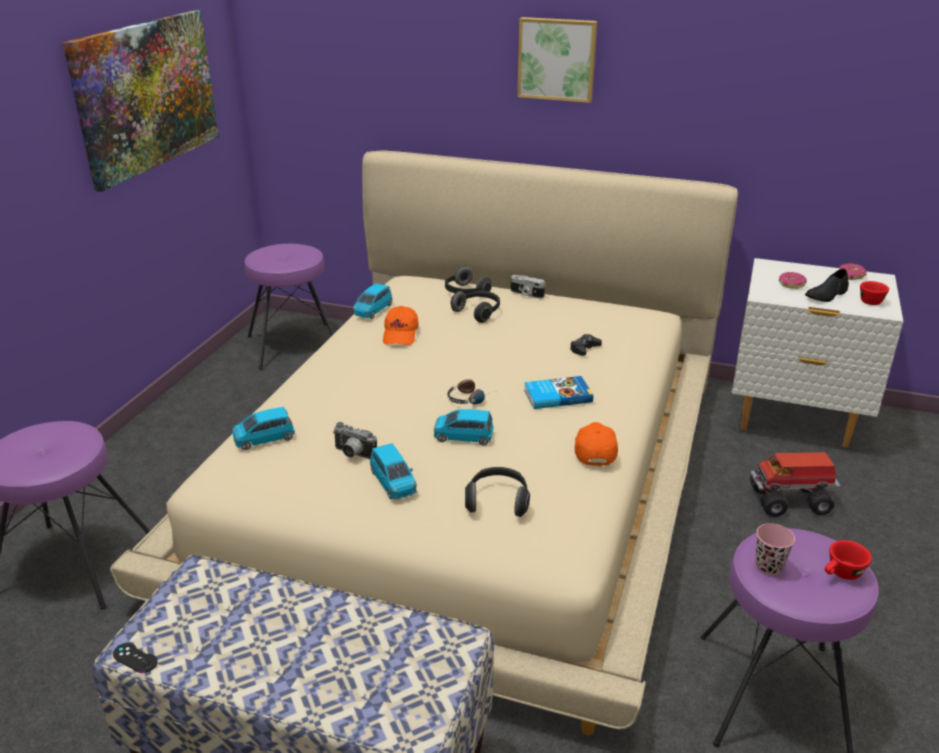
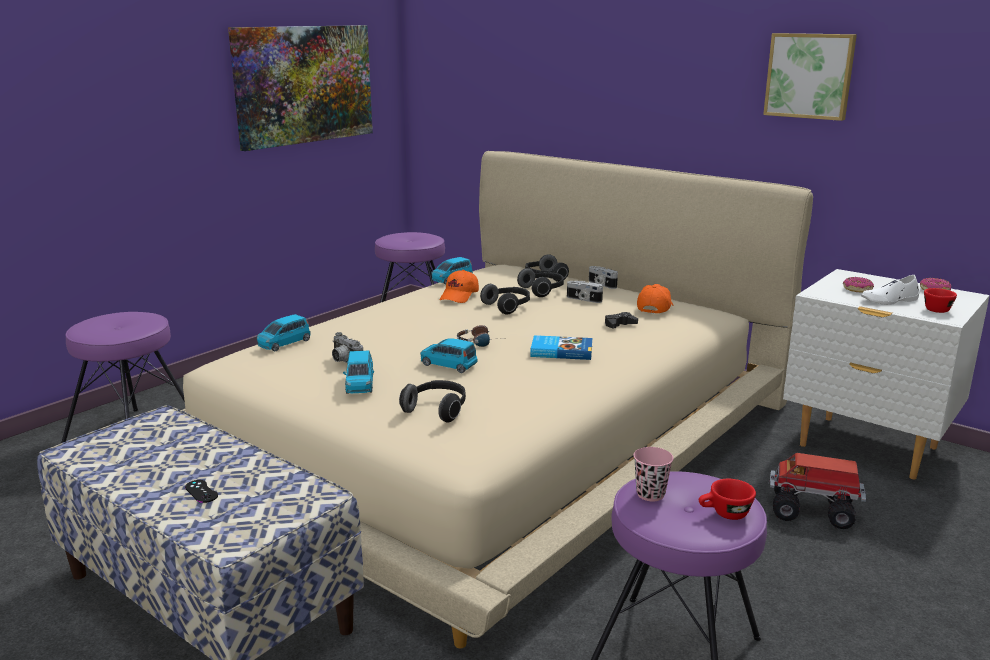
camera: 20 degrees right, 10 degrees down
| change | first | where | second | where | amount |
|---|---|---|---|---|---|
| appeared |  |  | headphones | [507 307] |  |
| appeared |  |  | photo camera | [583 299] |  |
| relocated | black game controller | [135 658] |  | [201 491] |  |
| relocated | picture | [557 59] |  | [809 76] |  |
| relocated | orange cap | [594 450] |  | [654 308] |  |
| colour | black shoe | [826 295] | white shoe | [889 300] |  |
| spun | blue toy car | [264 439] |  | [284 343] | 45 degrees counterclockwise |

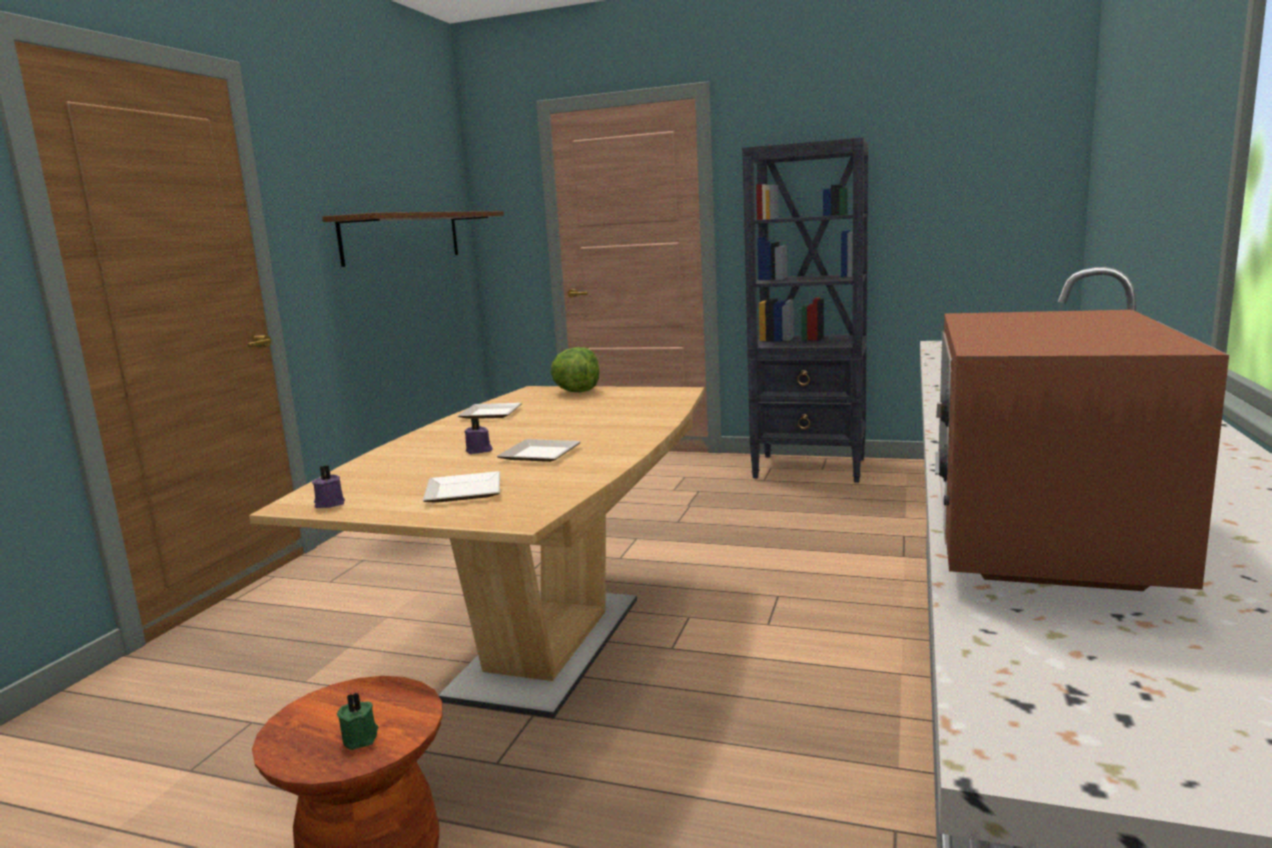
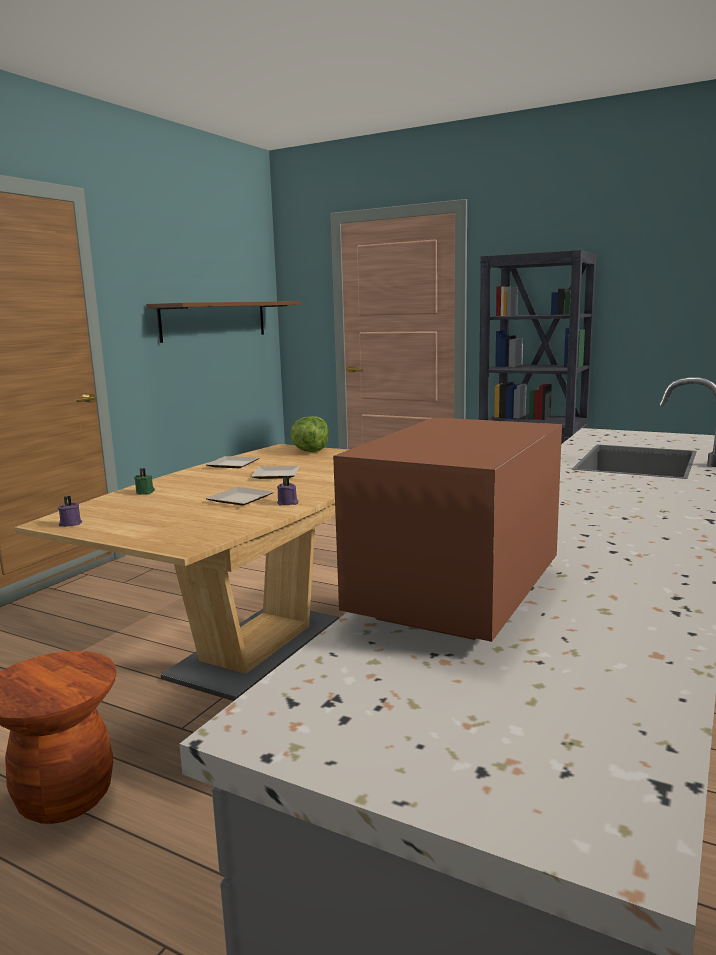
camera: 10 degrees right, 0 degrees up
| change | first | where | second | where | amount |
|---|---|---|---|---|---|
| relocated | green candle | [361 737] |  | [145 492] |  |
| relocated | plate | [461 491] |  | [275 474] |  |
| relocated | purple candle | [479 451] |  | [288 503] |  |

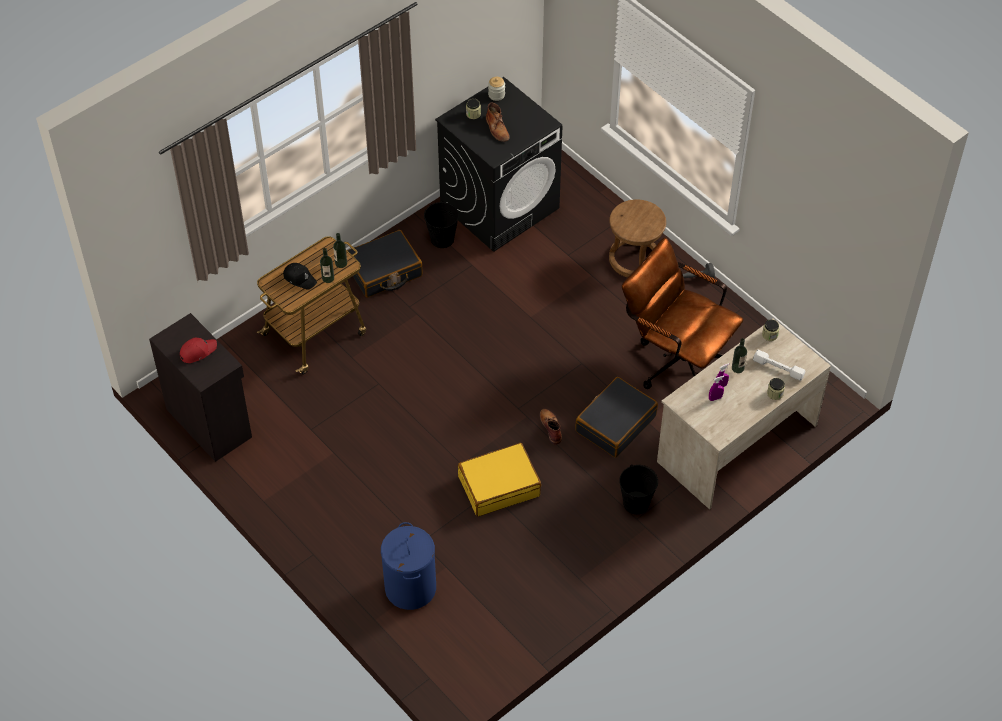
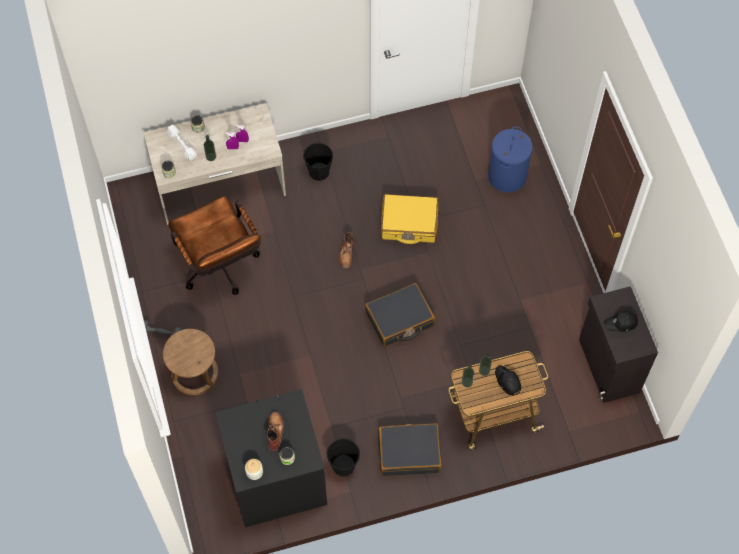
camera: 155 degrees left, 10 degrees up
| change | first | where | second | where | amount |
|---|---|---|---|---|---|
| relocated | black suitcase | [615 423] |  | [399 319] |  |
| colour | red cap | [197 351] | black cap | [621 323] |  |

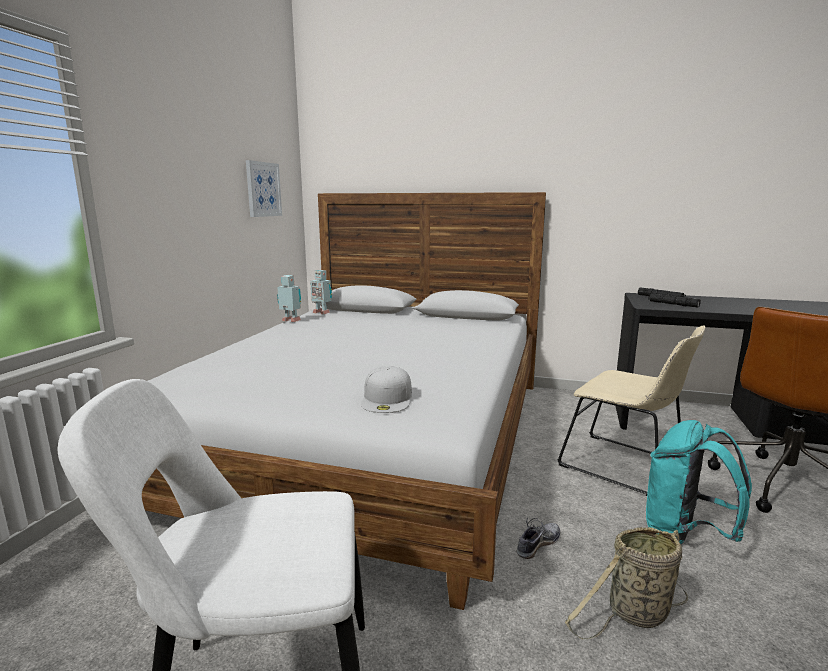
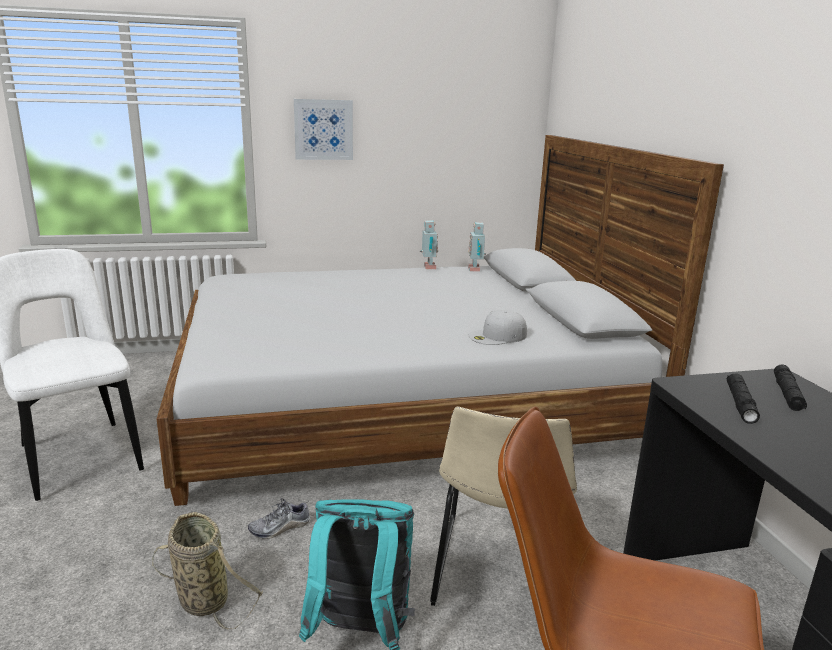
camera: 60 degrees right, 5 degrees up
| change | first | where | second | where | amount |
|---|---|---|---|---|---|
| relocated | picture | [263 189] |  | [323 129] |  |
| relocated | white cap | [387 399] |  | [497 336] |  |
| spun | shoe | [537 544] |  | [280 528] | 135 degrees clockwise |

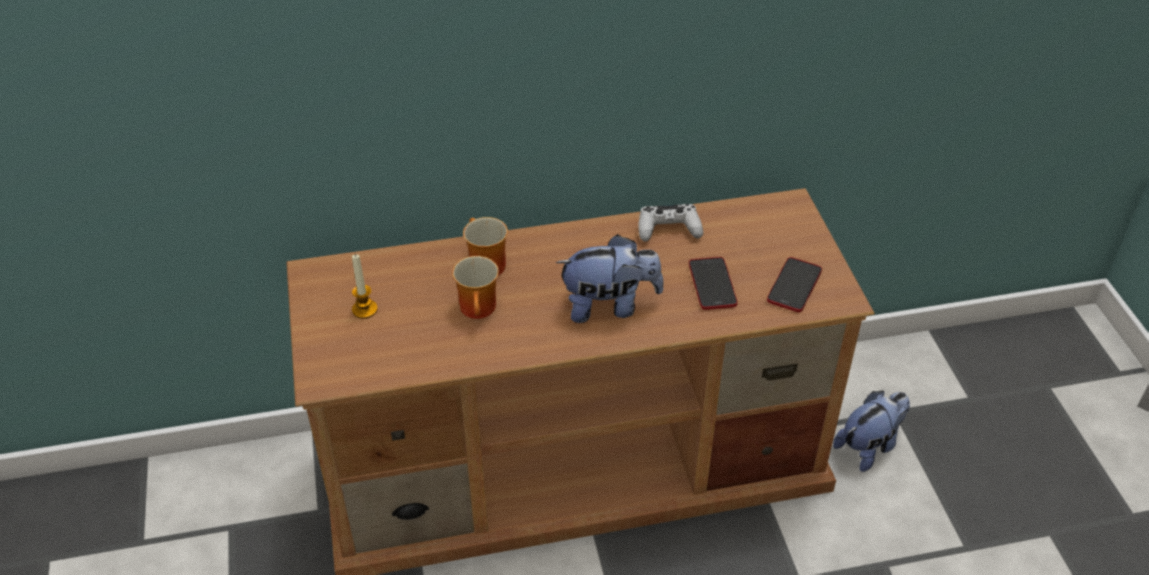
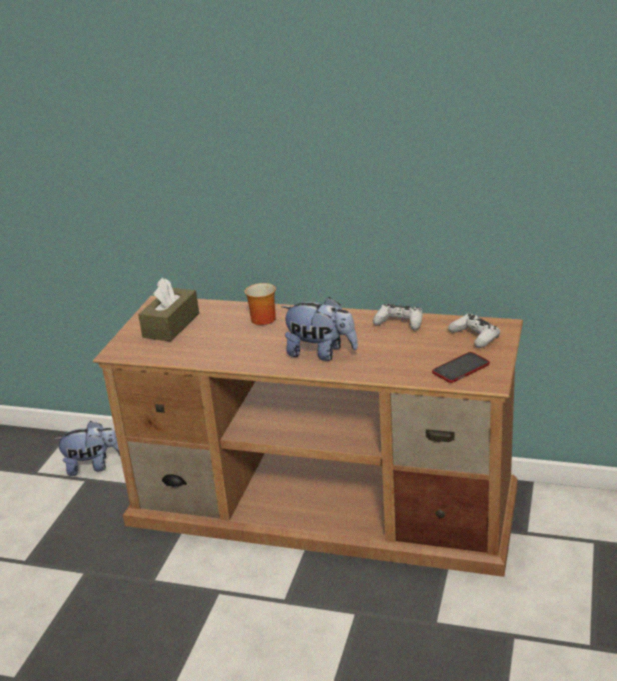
camera: 30 degrees right, 15 degrees down
| change | first | where | second | where | amount |
|---|---|---|---|---|---|
| missing | mug | [481 309] |  |  |  |
| missing | phone | [712 284] |  |  |  |
| appeared |  |  | white game controller | [475 336] |  |
| relocated | plush toy | [869 446] |  | [93 466] |  |
| exchanged | candle | [364 309] | brown tissue box | [171 325] |  |

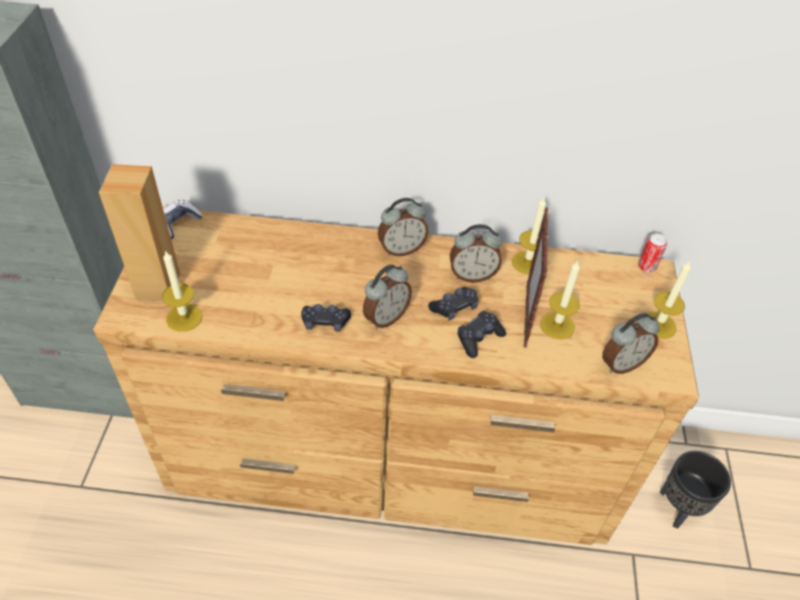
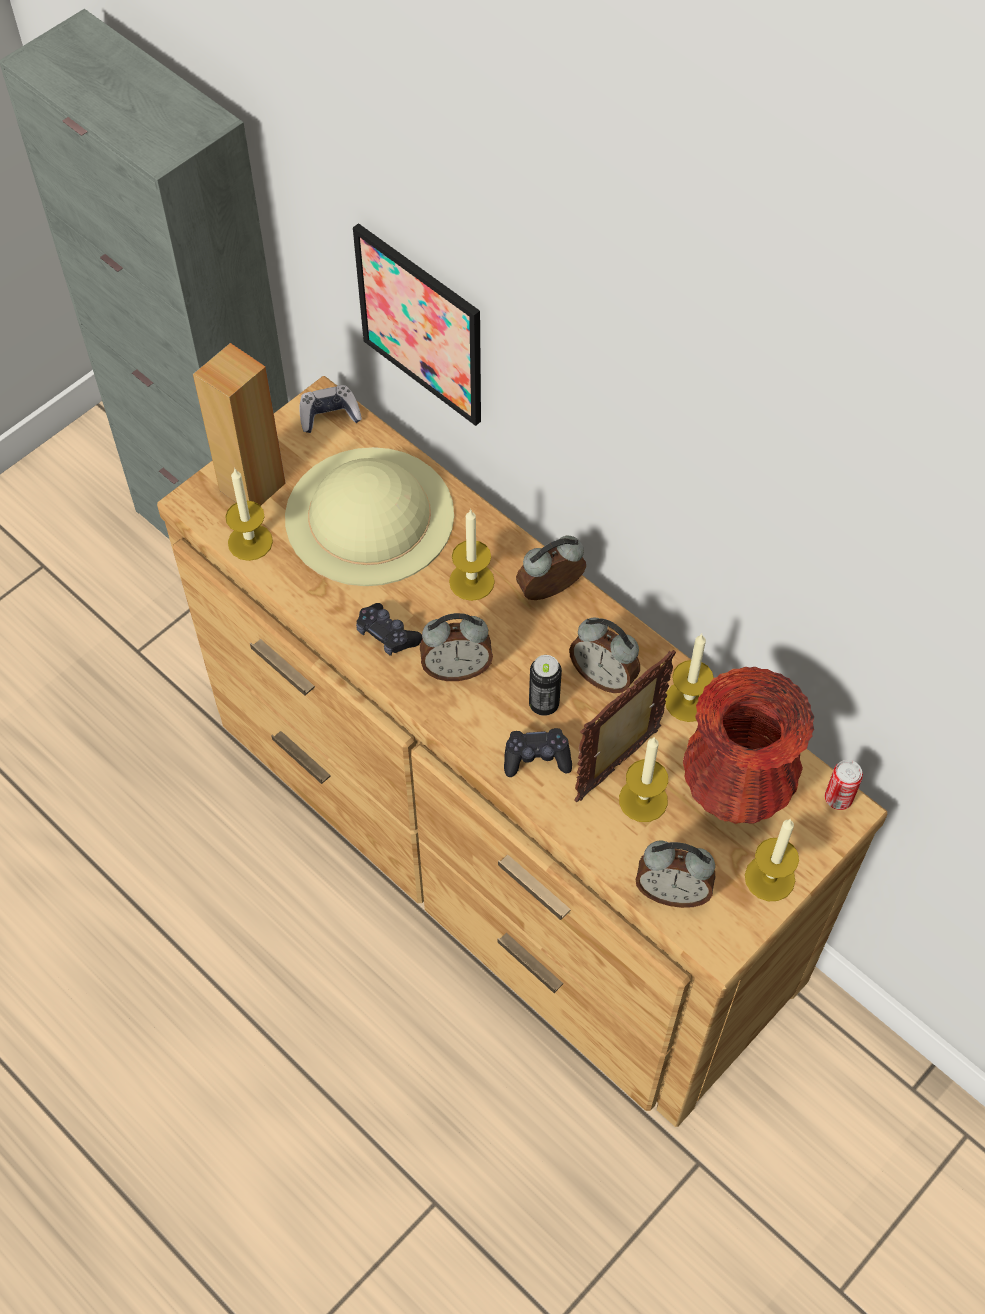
camera: 40 degrees right, 10 degrees up
| change | first | where | second | where | amount |
|---|---|---|---|---|---|
| missing | black planter | [678 508] |  |  |  |
| appeared |  |  | beige hat | [370 515] |  |
| appeared |  |  | picture | [421 324] |  |
| appeared |  |  | candle | [471 581] |  |
| appeared |  |  | red vase | [735 789] |  |
| exchanged | black game controller | [454 308] | can | [544 704] |  |
| spun | alarm clock | [401 249] |  | [551 593] | 135 degrees clockwise |

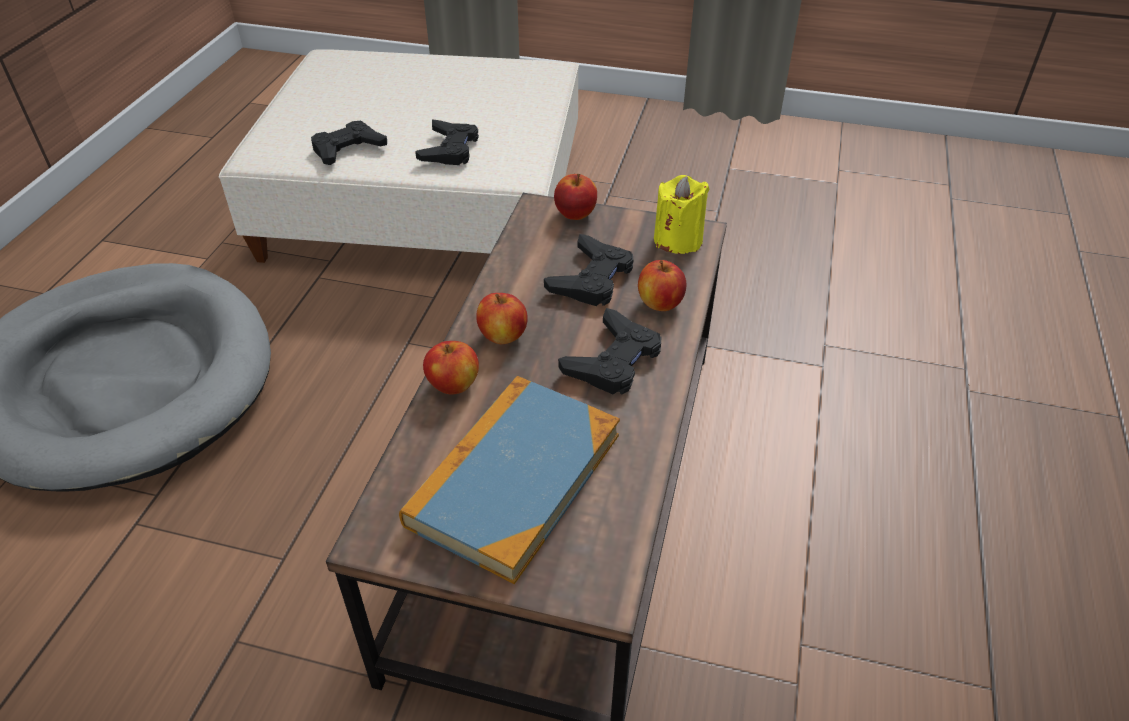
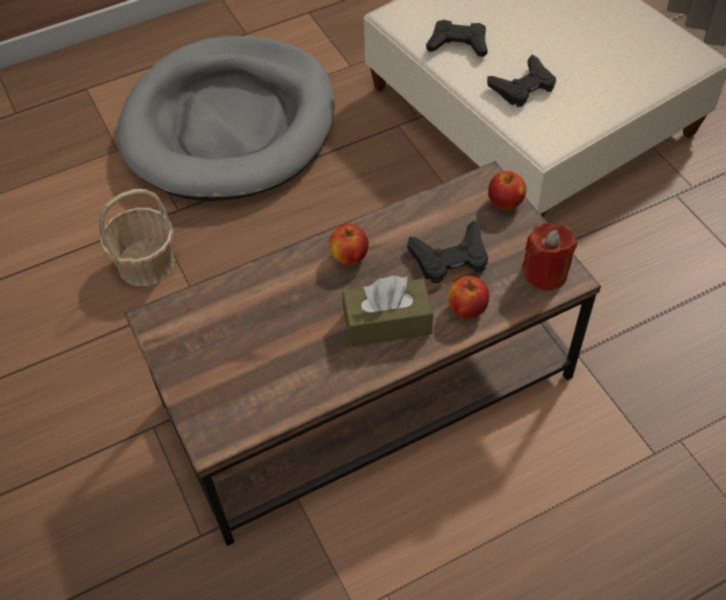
camera: 50 degrees right, 10 degrees up
| change | first | where | second | where | amount |
|---|---|---|---|---|---|
| missing | book | [514 478] |  |  |  |
| missing | apple | [454 385] |  |  |  |
| appeared |  |  | basket | [145 263] |  |
| exchanged | black game controller | [613 360] | brown tissue box | [387 323] |  |
| colour | yellow candle | [678 240] | red candle | [545 273] |  |

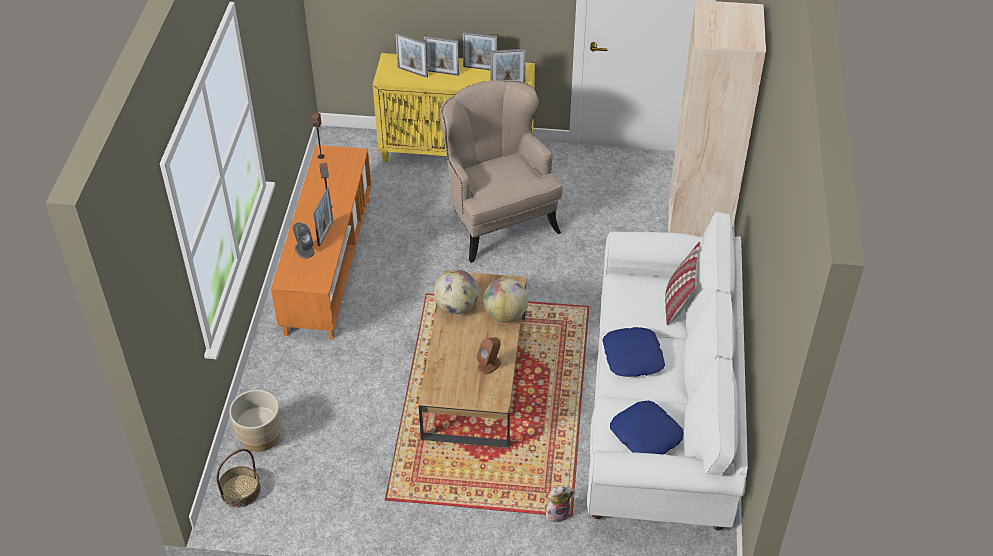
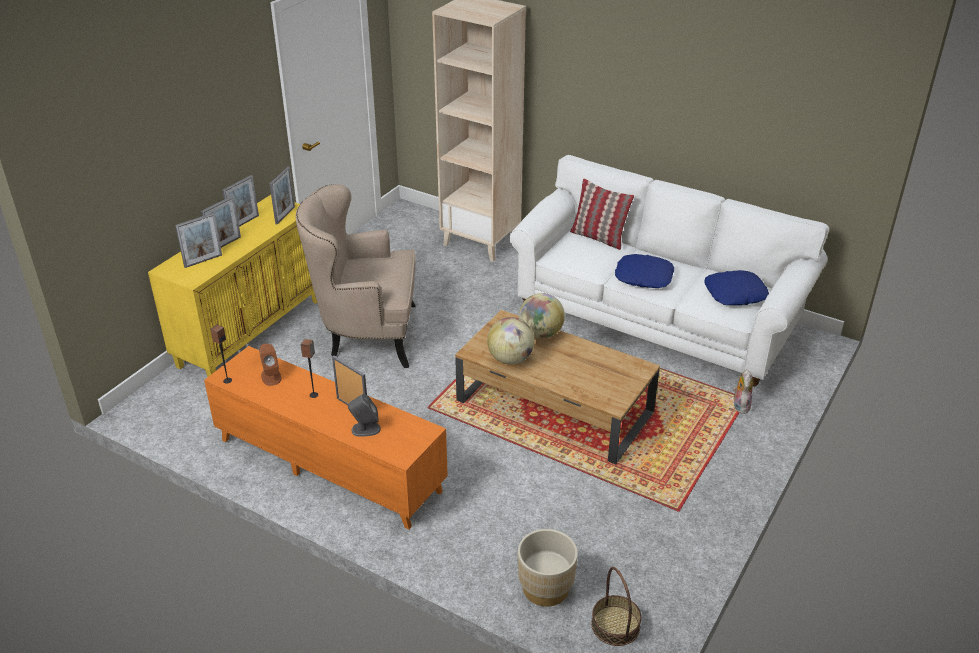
camera: 65 degrees left, 10 degrees down
| change | first | where | second | where | amount |
|---|---|---|---|---|---|
| relocated | brown speaker | [489 364] |  | [271 376] |  |

